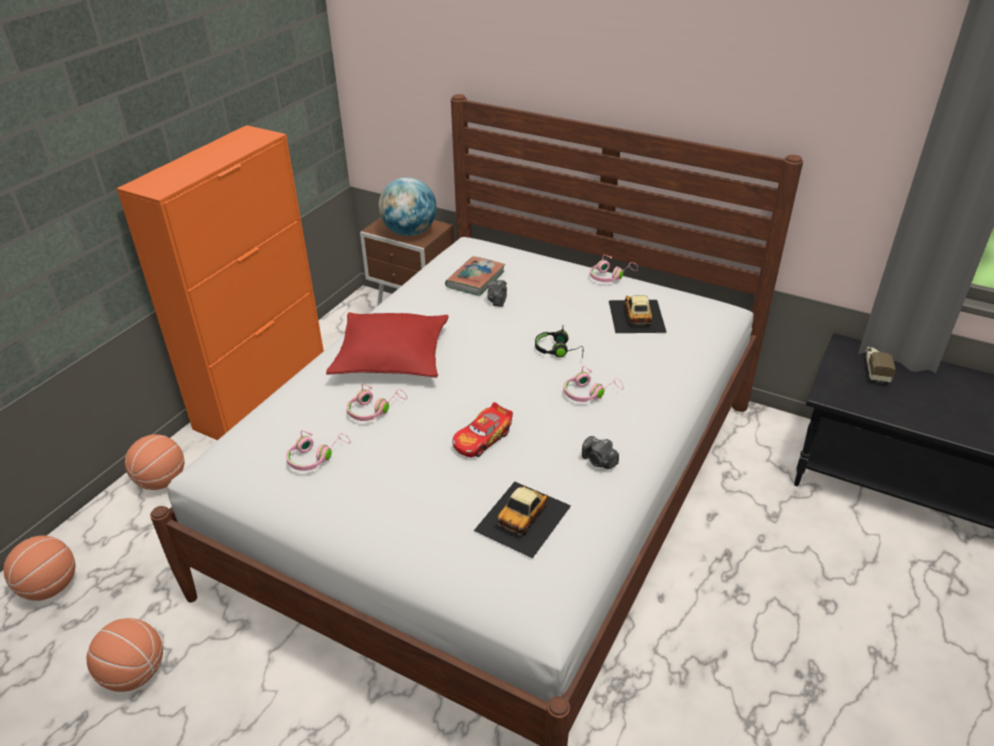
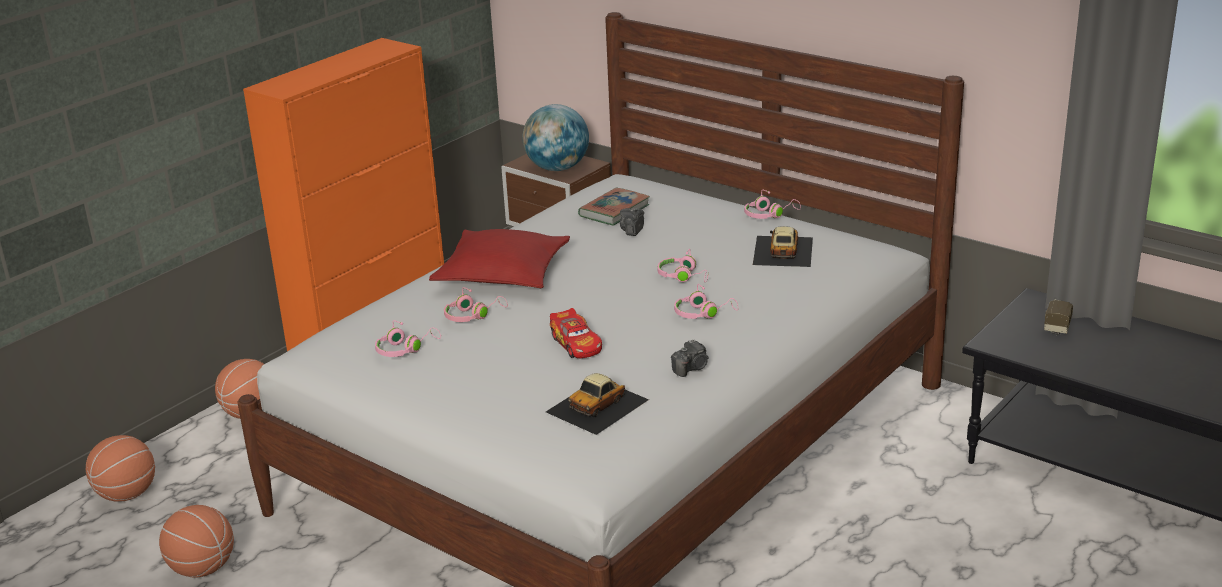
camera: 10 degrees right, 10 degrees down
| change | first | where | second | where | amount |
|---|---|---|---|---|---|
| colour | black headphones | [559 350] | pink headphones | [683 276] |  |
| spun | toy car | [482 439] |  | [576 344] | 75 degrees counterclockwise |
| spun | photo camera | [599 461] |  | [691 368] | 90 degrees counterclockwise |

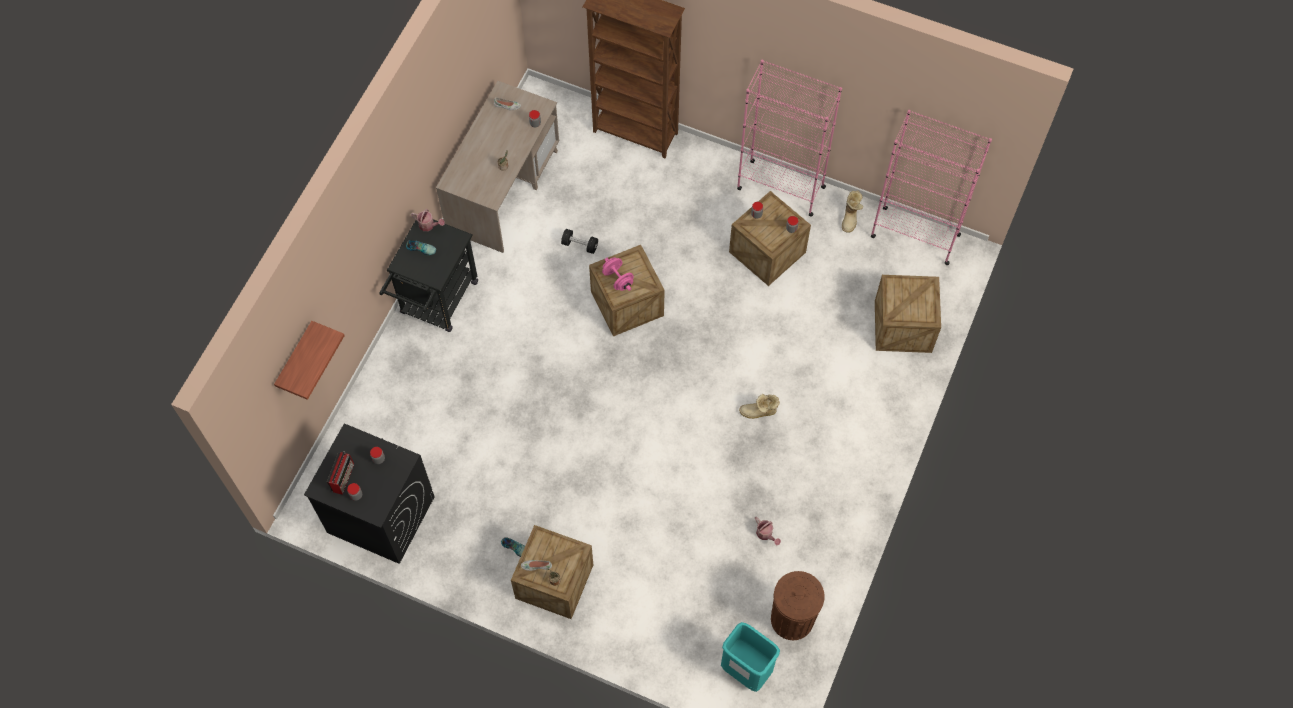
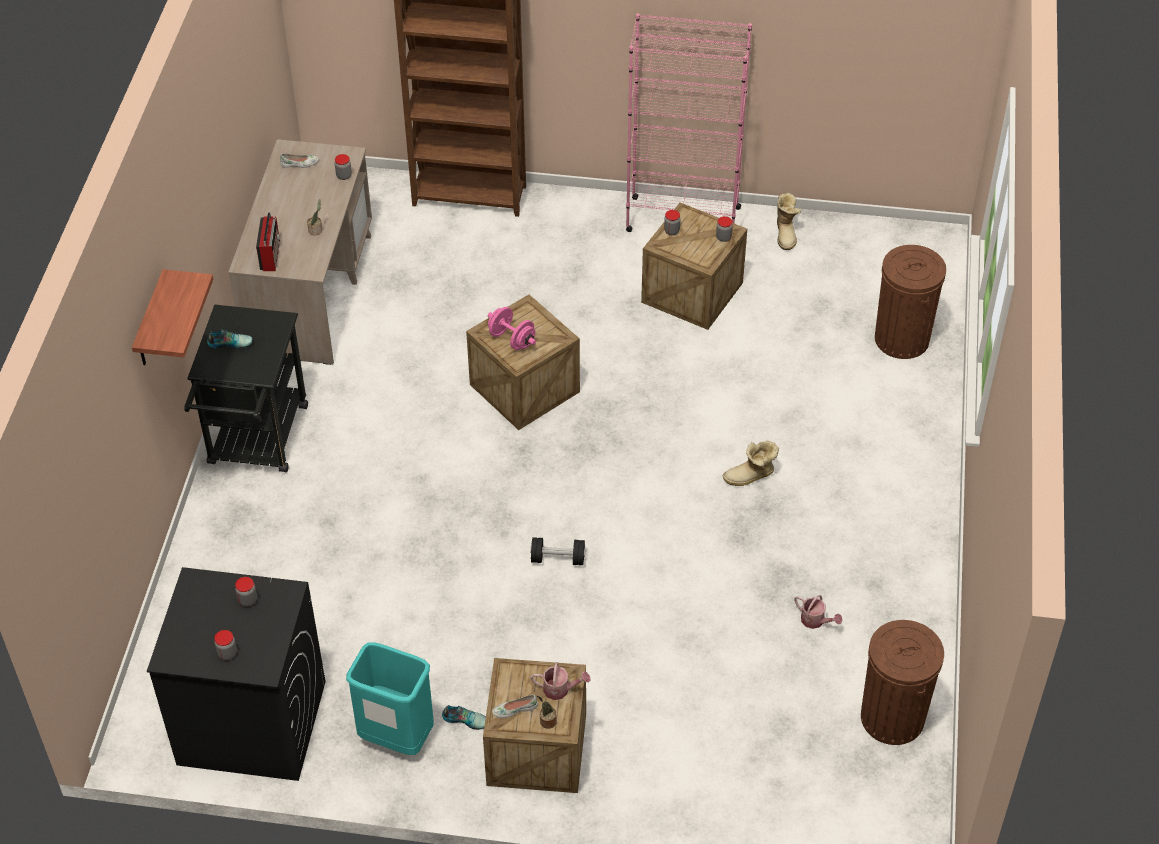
camera: 15 degrees left, 15 degrees down
| change | first | where | second | where | amount |
|---|---|---|---|---|---|
| missing | pink bookcase | [914 235] |  |  |  |
| relocated | shelf | [295 358] |  | [150 322] |  |
| relocated | radio | [343 477] |  | [270 255] |  |
| relocated | watering can | [428 225] |  | [560 689] |  |
| relocated | black dumbbell | [580 245] |  | [558 558] |  |
| relocated | turquoise trash can | [746 670] |  | [396 737] |  |
| exchanged | crate | [903 326] | brown trash can | [902 339] |  |

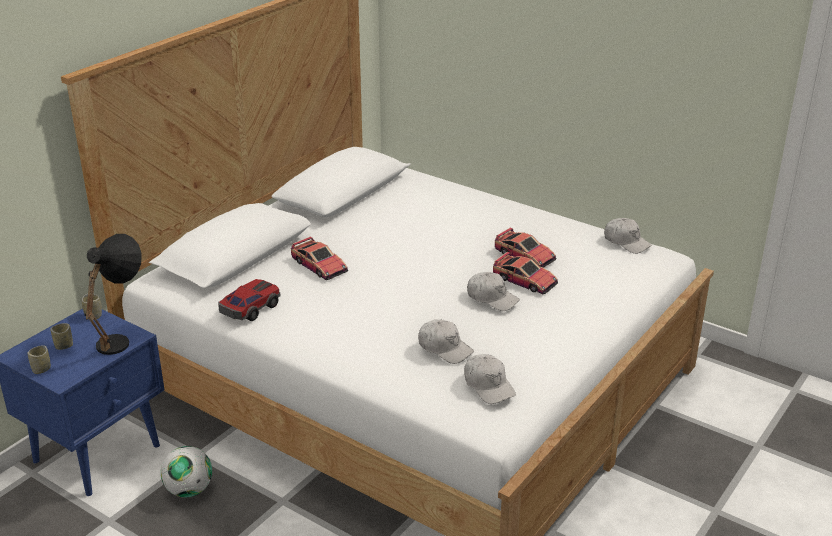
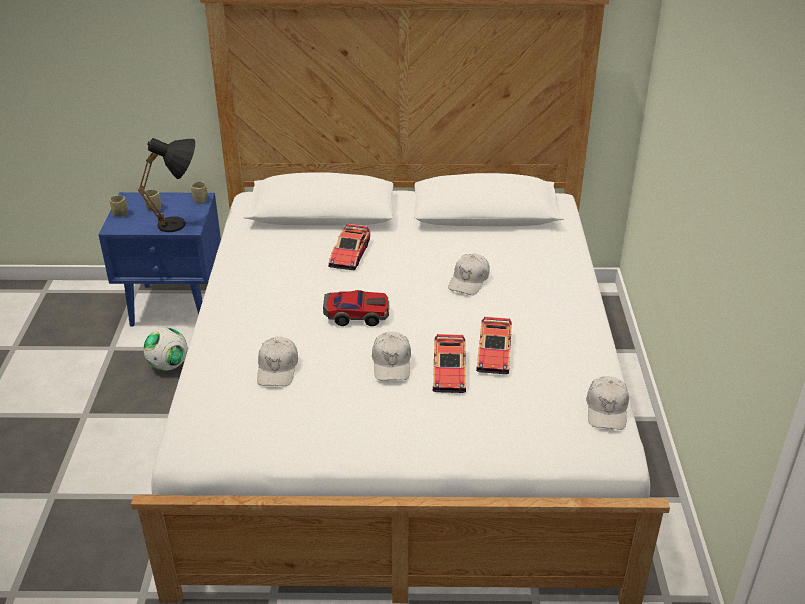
camera: 55 degrees right, 5 degrees up
| change | first | where | second | where | amount |
|---|---|---|---|---|---|
| relocated | toy car | [249 308] |  | [357 314] |  |
| relocated | white cap | [488 385] |  | [469 280] |  |

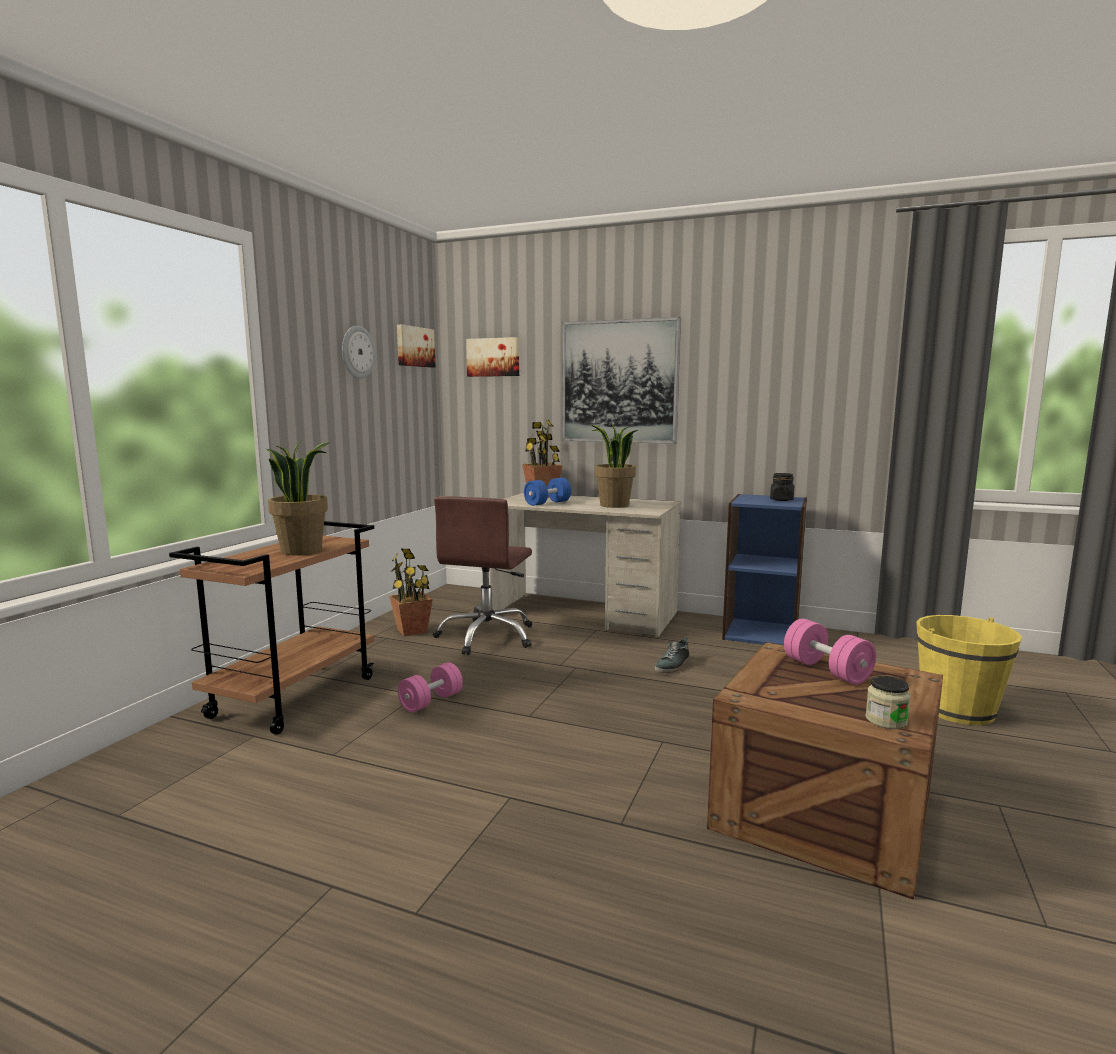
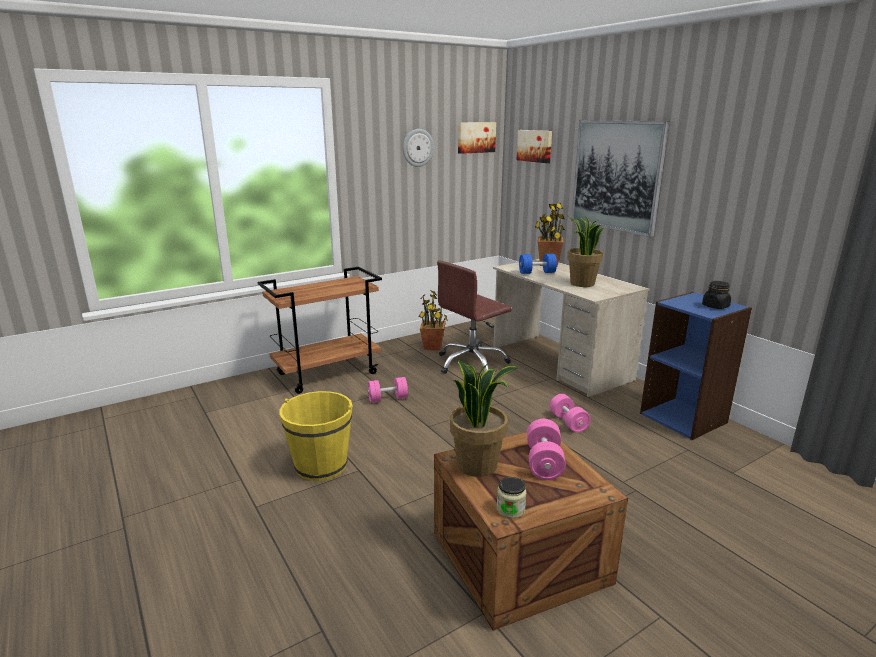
camera: 35 degrees right, 10 degrees up
| change | first | where | second | where | amount |
|---|---|---|---|---|---|
| relocated | potted plant | [302 550] |  | [478 465] |  |
| relocated | yellow bucket | [958 710] |  | [321 466] |  |
| exchanged | shoe | [673 665] | pink dumbbell | [568 422] |  |

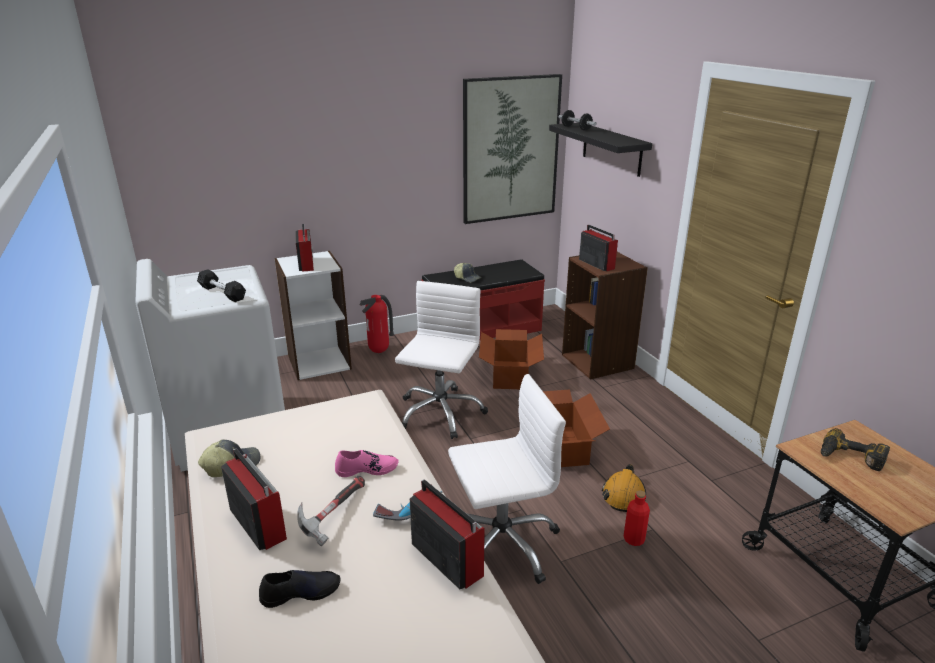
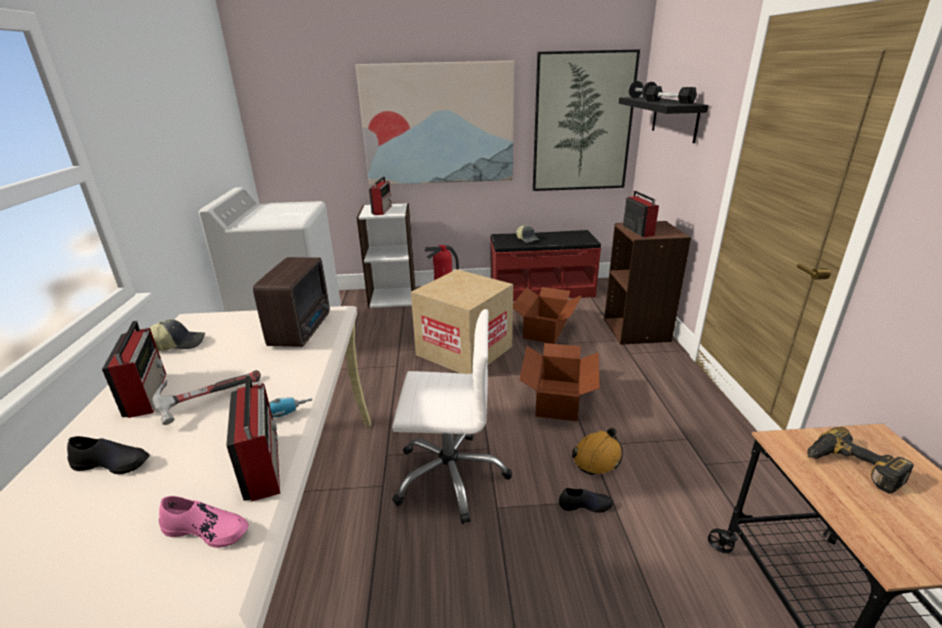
camera: 20 degrees right, 0 degrees up
| change | first | where | second | where | amount |
|---|---|---|---|---|---|
| appeared |  |  | radio | [303 329] |  |
| appeared |  |  | picture | [438 125] |  |
| relocated | black dumbbell | [222 293] |  | [669 102] |  |
| relocated | pink shoe | [367 469] |  | [207 530] |  |
| exchanged | white office chair | [440 412] | cardboard box | [464 350] |  |
| exchanged | red bottle | [634 539] | black shoe | [585 504] |  |

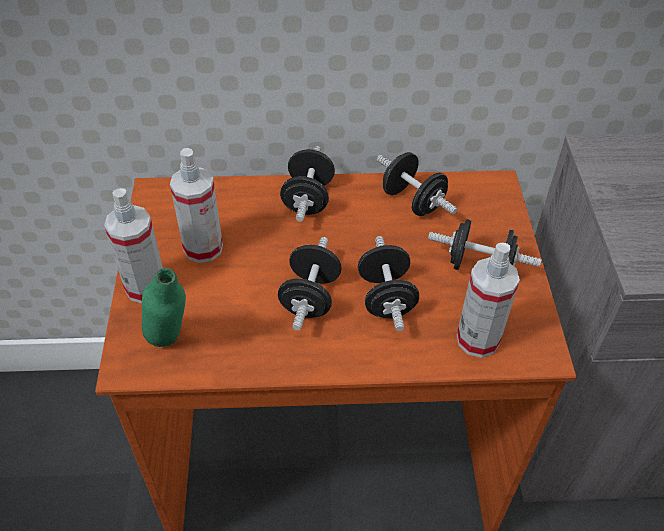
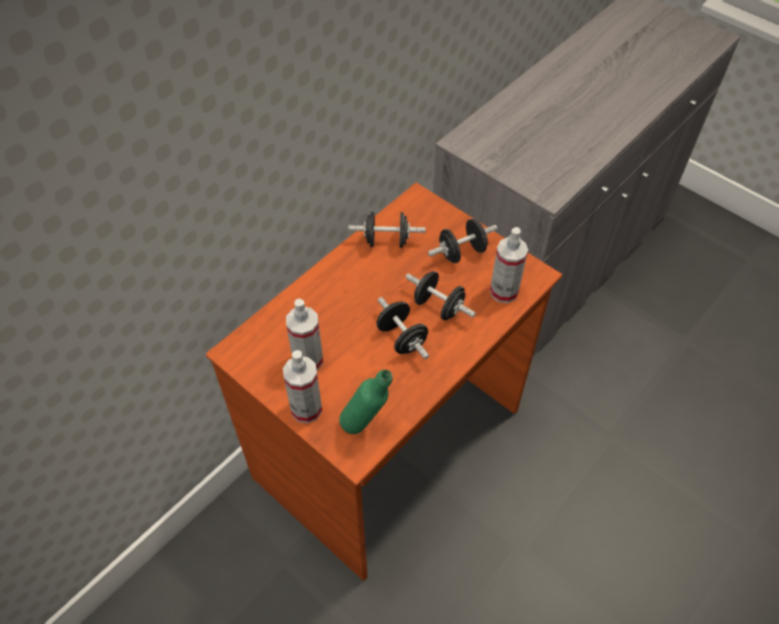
camera: 45 degrees left, 5 degrees up
| change | first | where | second | where | amount |
|---|---|---|---|---|---|
| missing | black dumbbell | [308 199] |  |  |  |

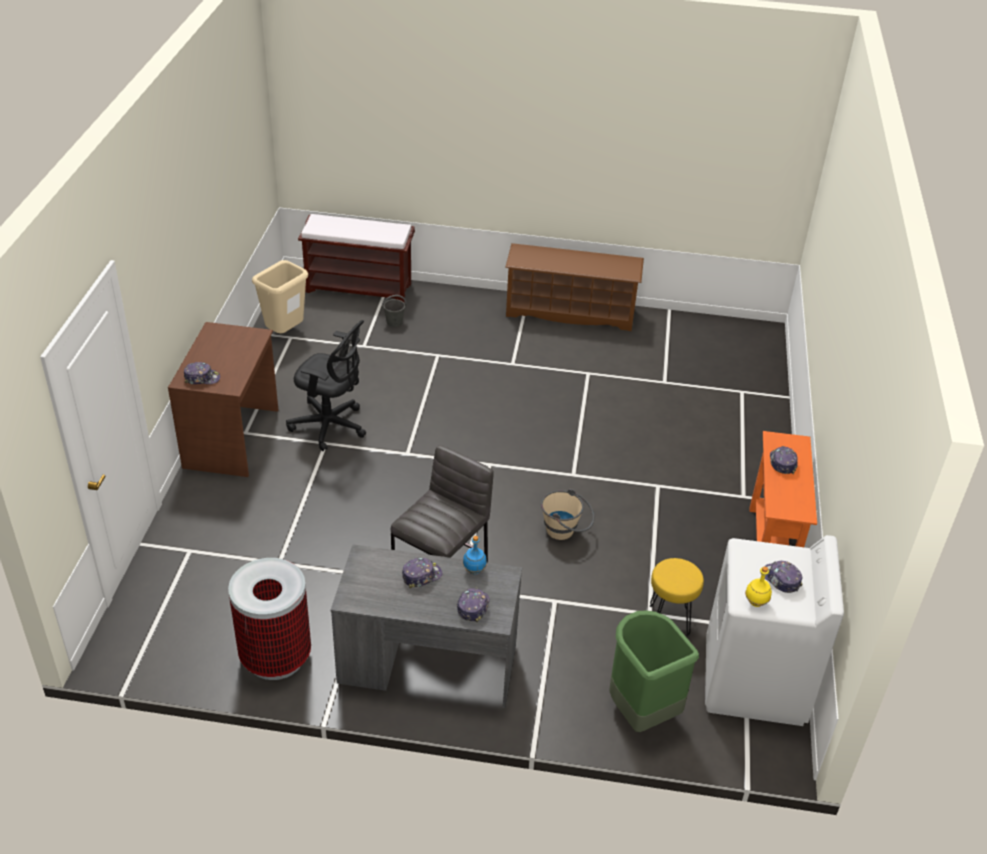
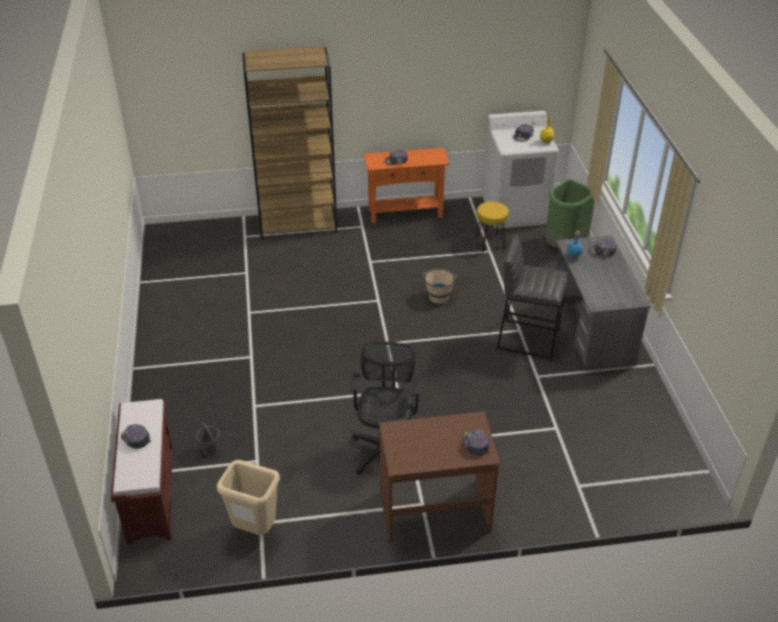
camera: 105 degrees left, 0 degrees up
| change | first | where | second | where | amount |
|---|---|---|---|---|---|
| missing | trash can | [275 657] |  |  |  |
| missing | brown shoe rack | [570 312] |  |  |  |
| appeared |  |  | brown bookcase | [298 224] |  |
| relocated | cap | [421 576] |  | [135 439] |  |

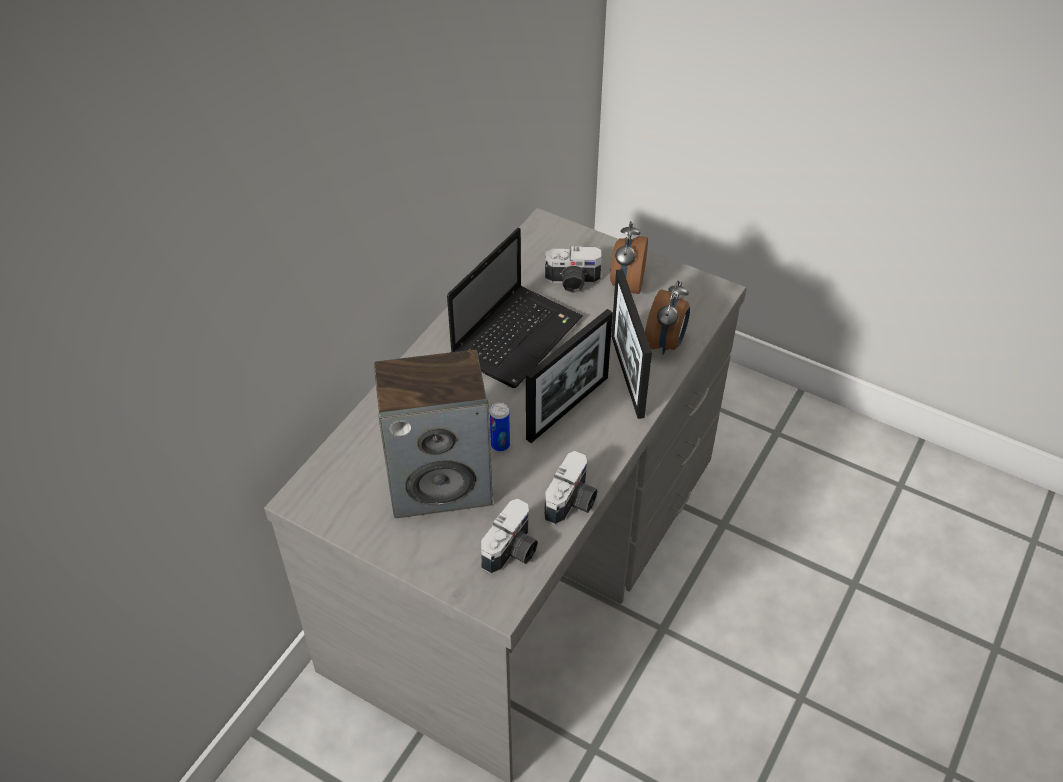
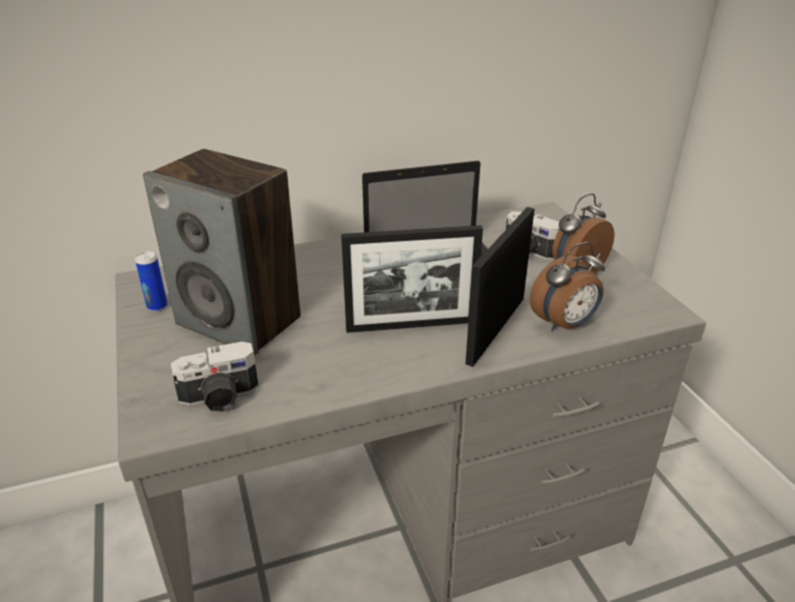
camera: 40 degrees right, 15 degrees down
| change | first | where | second | where | amount |
|---|---|---|---|---|---|
| missing | photo camera | [573 502] |  |  |  |
| relocated | can | [500 445] |  | [157 306] |  |

